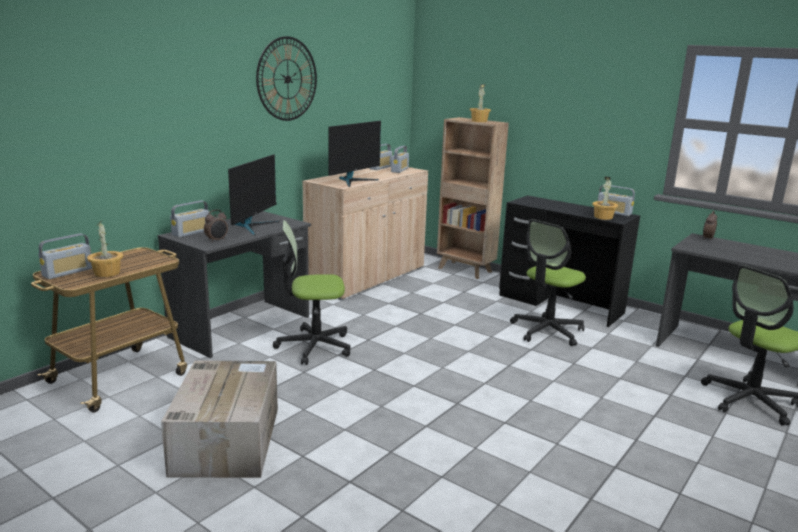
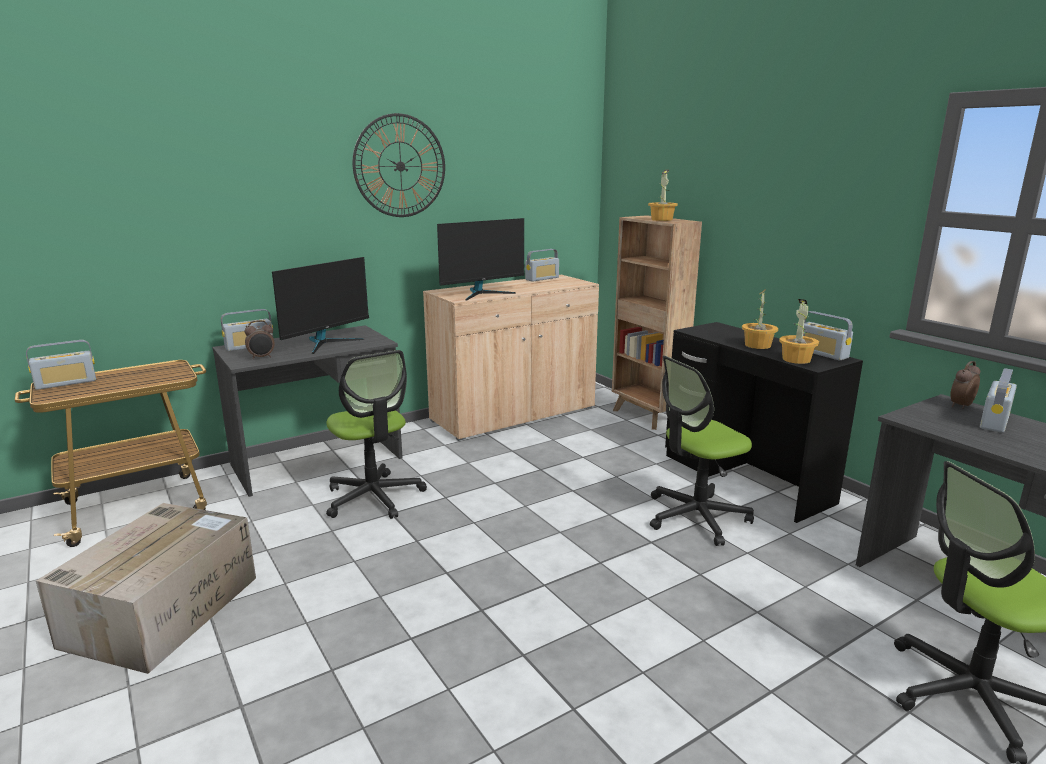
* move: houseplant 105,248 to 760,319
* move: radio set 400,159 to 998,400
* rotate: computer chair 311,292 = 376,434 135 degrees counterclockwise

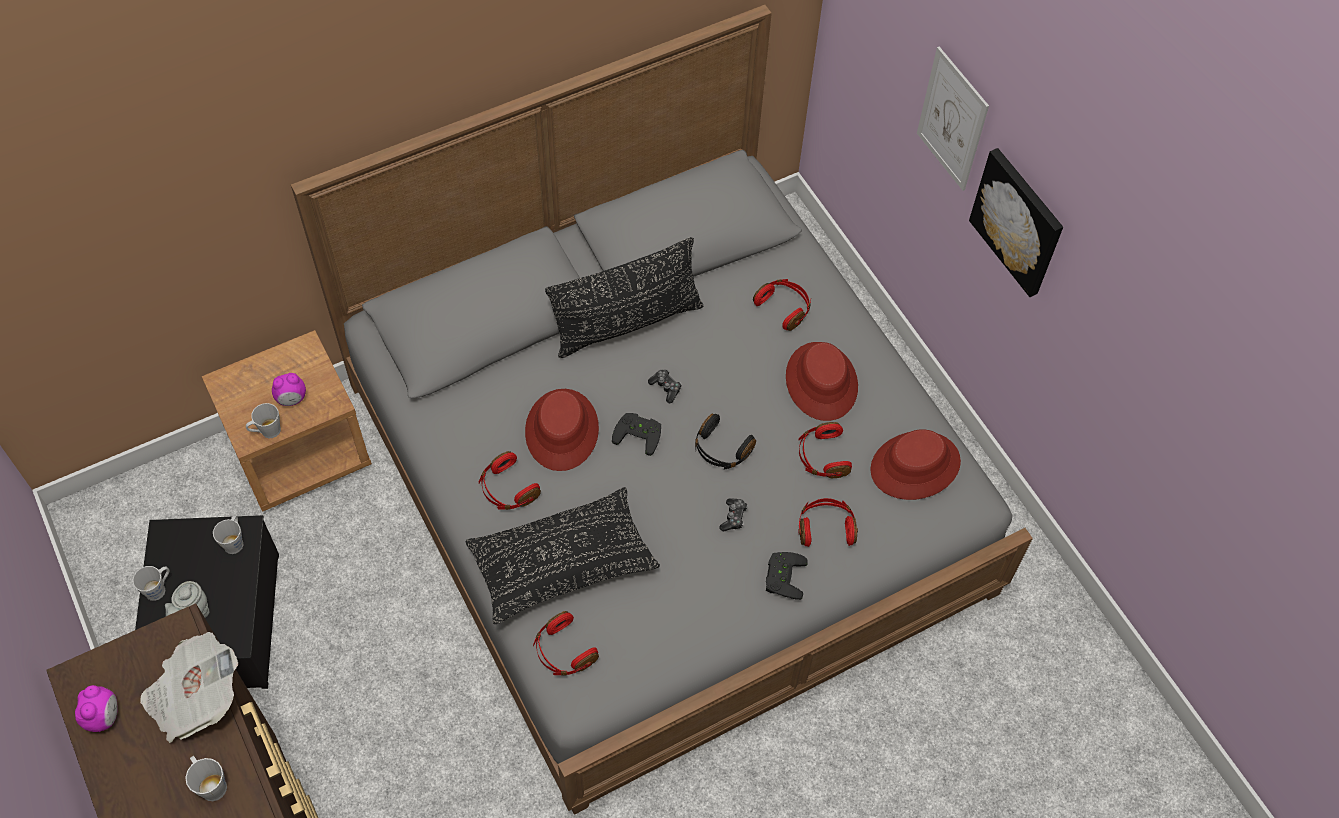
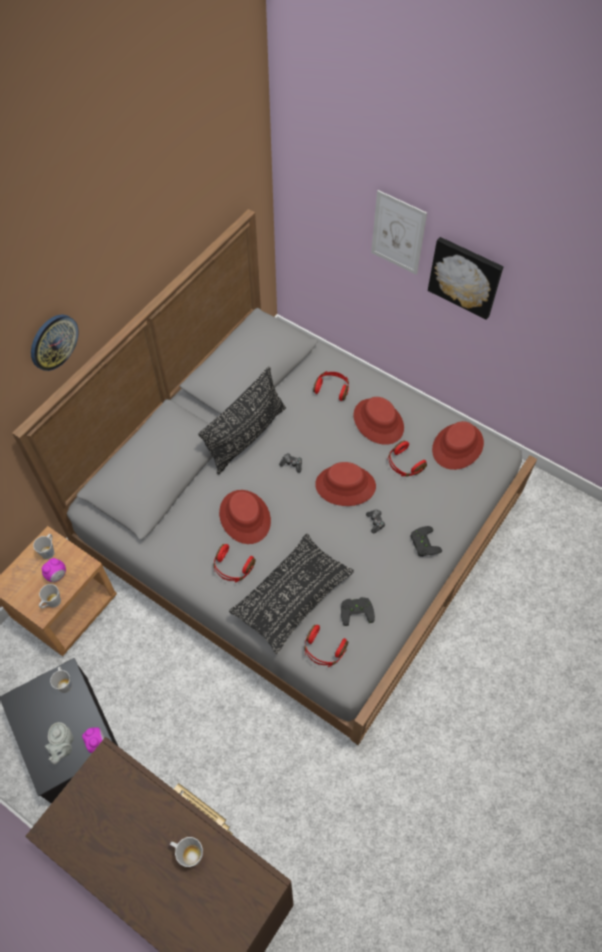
* delete: newspaper 189,687
* delete: headset/red-coloured 828,522
* insert: clock on the wall 54,342
* move: alarm clock 96,708 to 93,740
* move: mug/grey 151,583 to 44,546
* move: gamepad/blackish 636,434 to 358,611
* replace: headset/blackish 725,441 to clothing hat/red-coloured 345,484

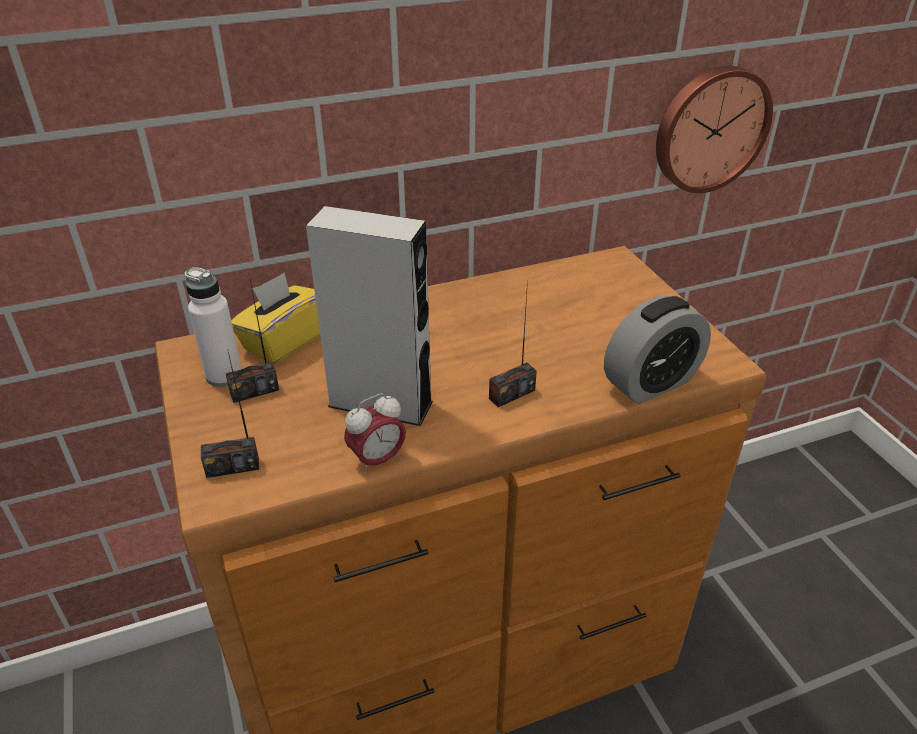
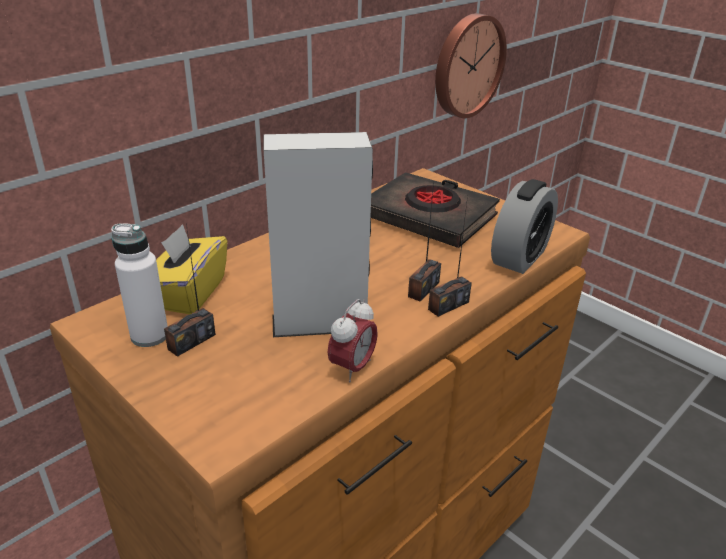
* insert: bound book/blackish 435,210
* move: radio set 230,415 to 450,256

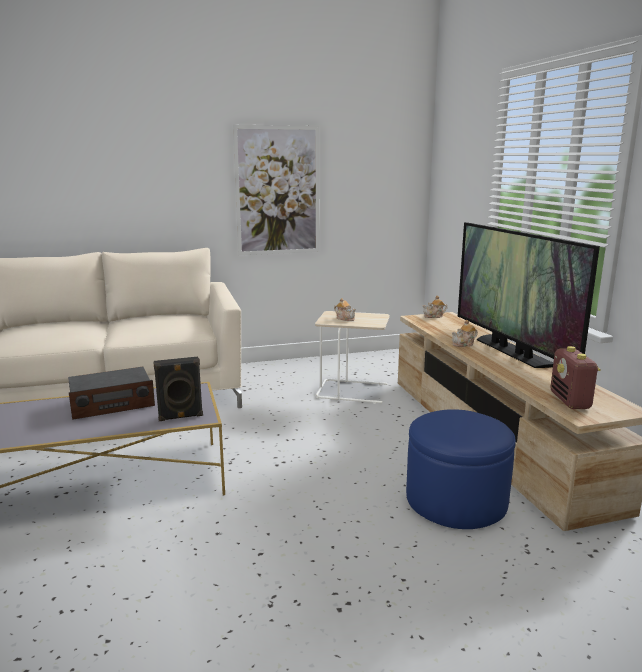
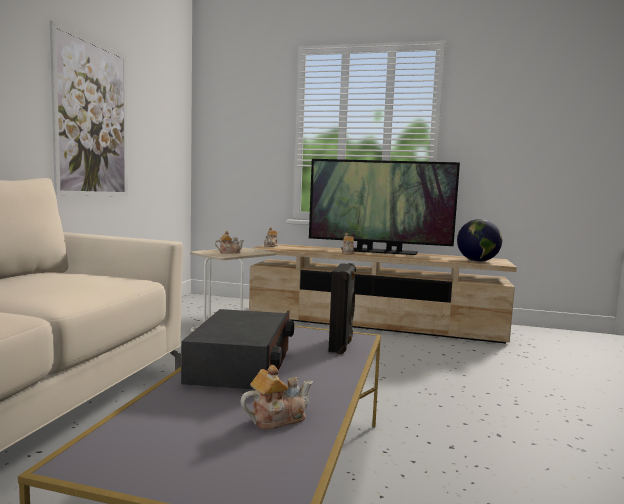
* delete: pouffe/blue 461,469
* insert: teapot 276,397
* replace: radio set 575,377 to desk globe 479,240

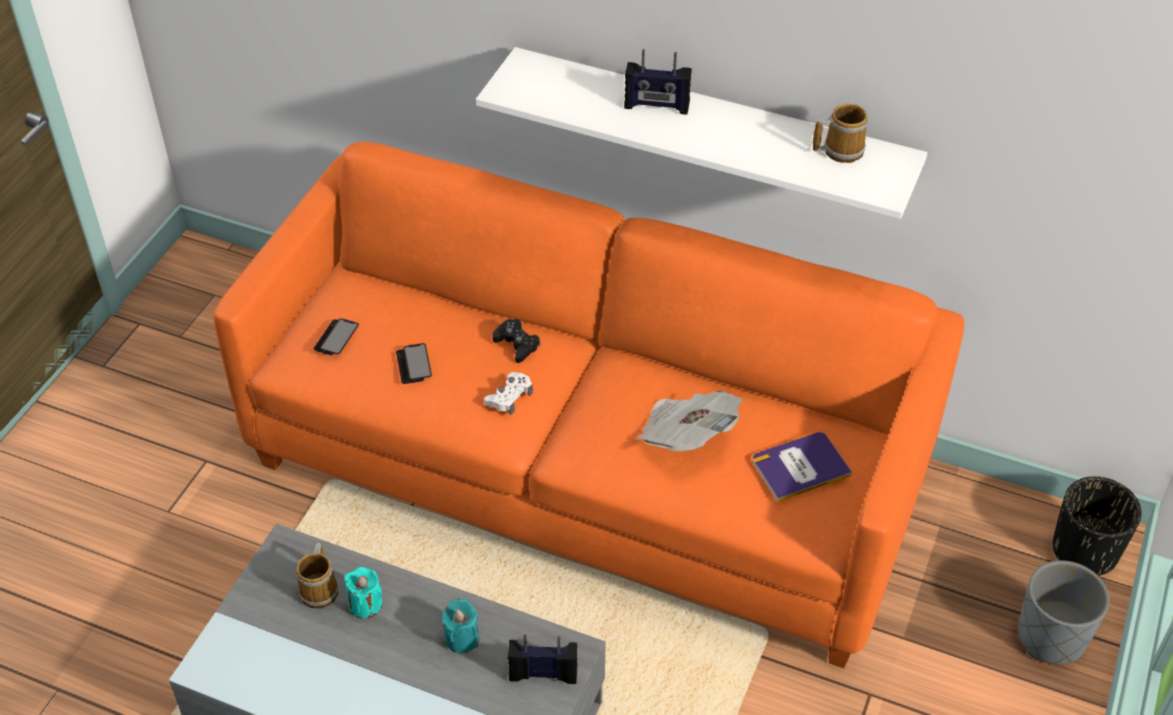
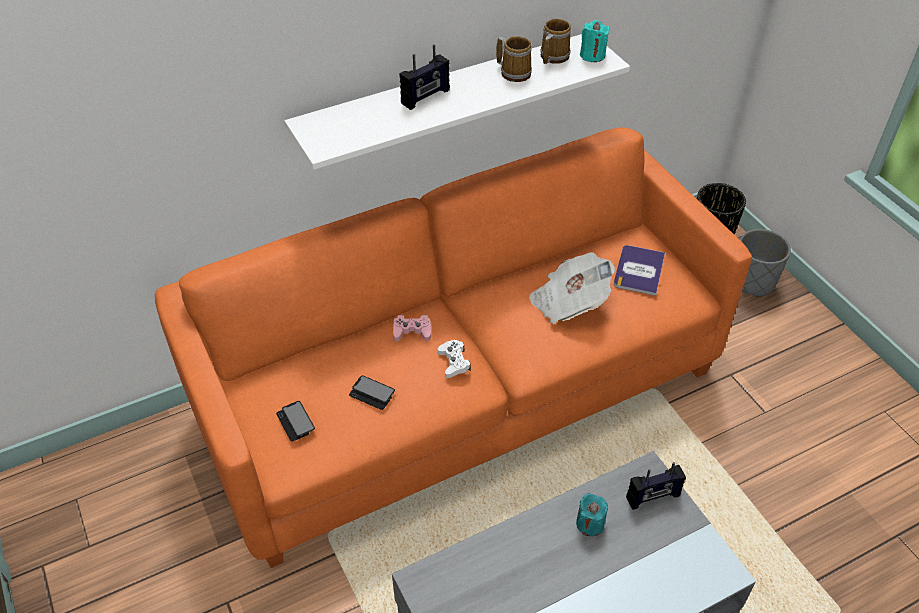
* move: mug 317,576 to 514,59
* move: wax light/turquoise 363,592 to 595,41
* recolor: gamepad/blackish 516,341 to gamepad/pink 412,328
* rotate: radio set 542,659 = 656,486 150 degrees counterclockwise

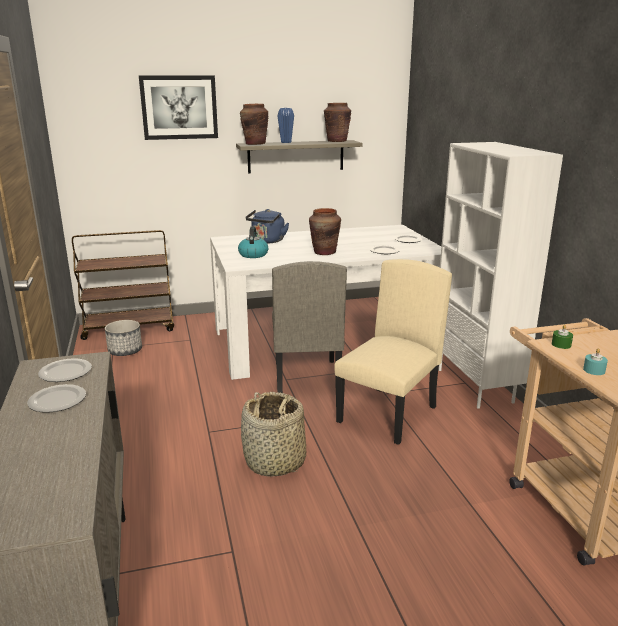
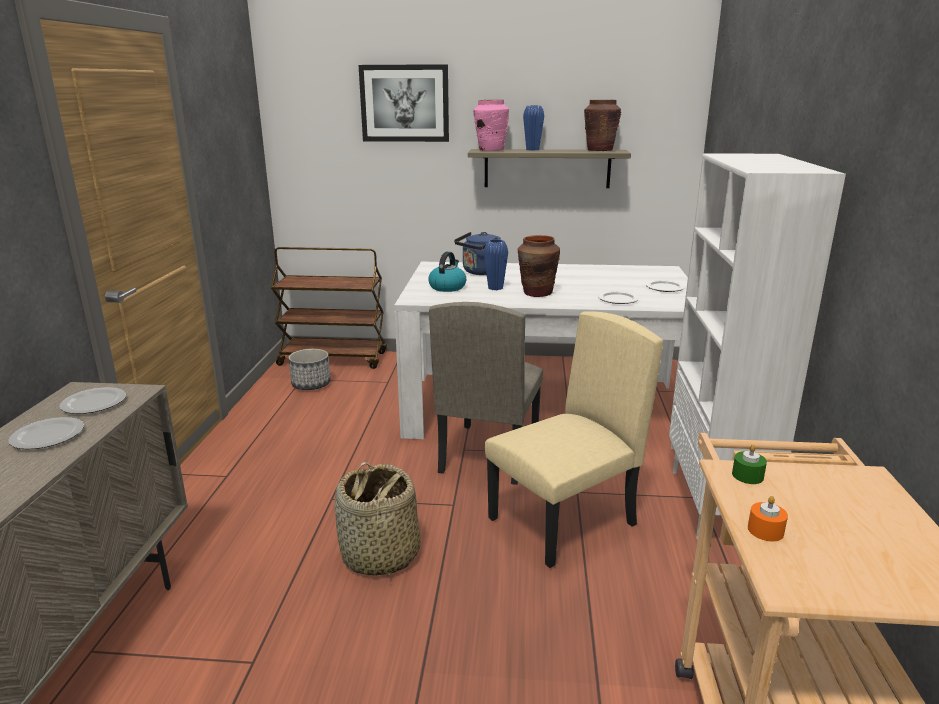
* insert: vase/blue 496,264
* recolor: vase/brownish 254,124 to vase/pink 491,125
* recolor: wax light/turquoise 595,361 to wax light/orange-coloured 768,518

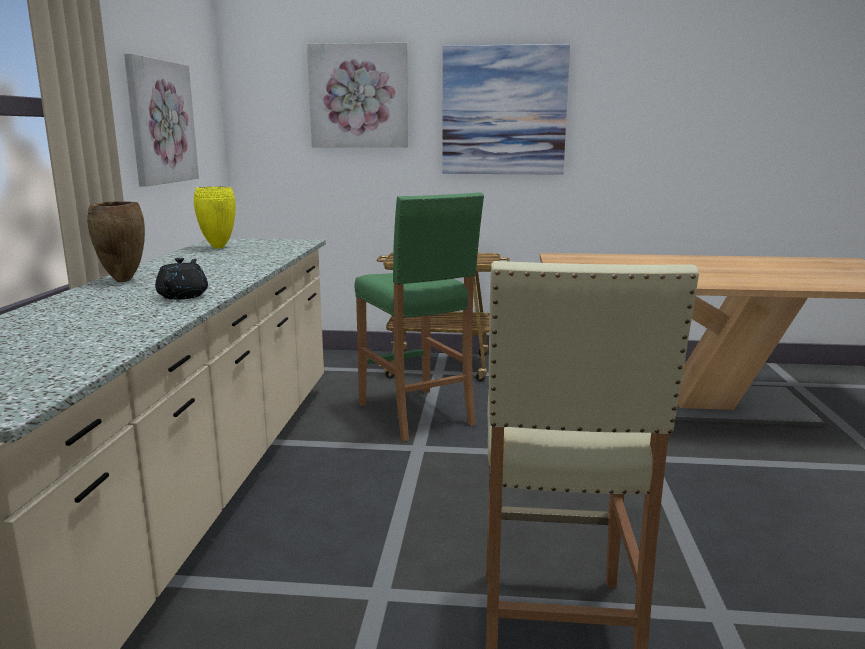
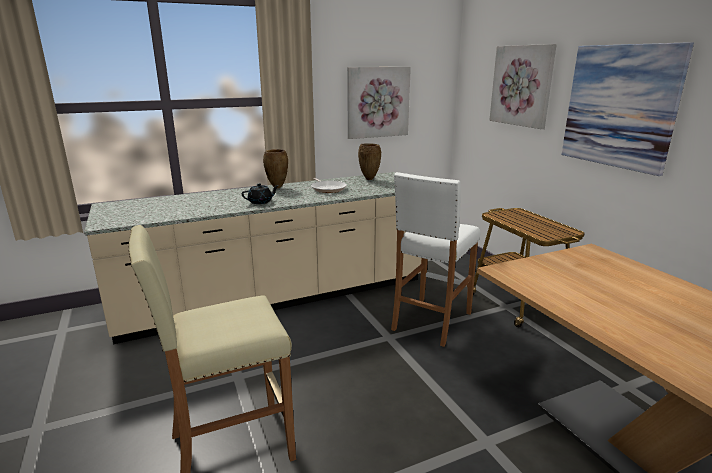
* insert: pan 329,185
* recolor: vase/yellow 215,218 to vase/brownish 369,161
* recolor: stool seat/greenish 419,316 to stool seat/white 435,259

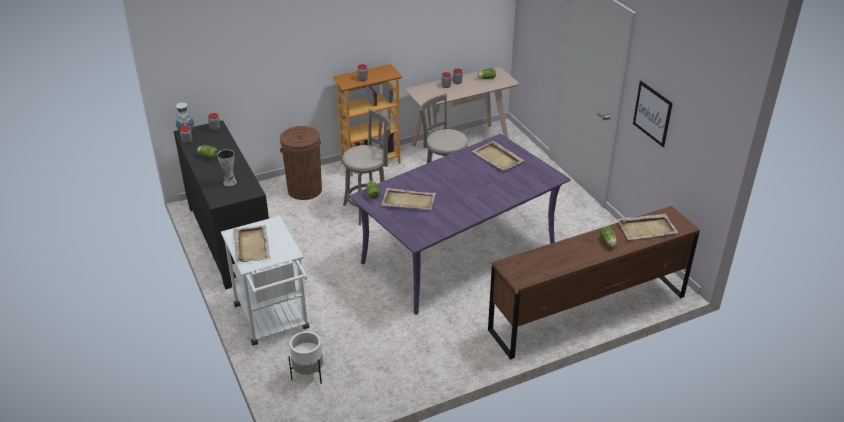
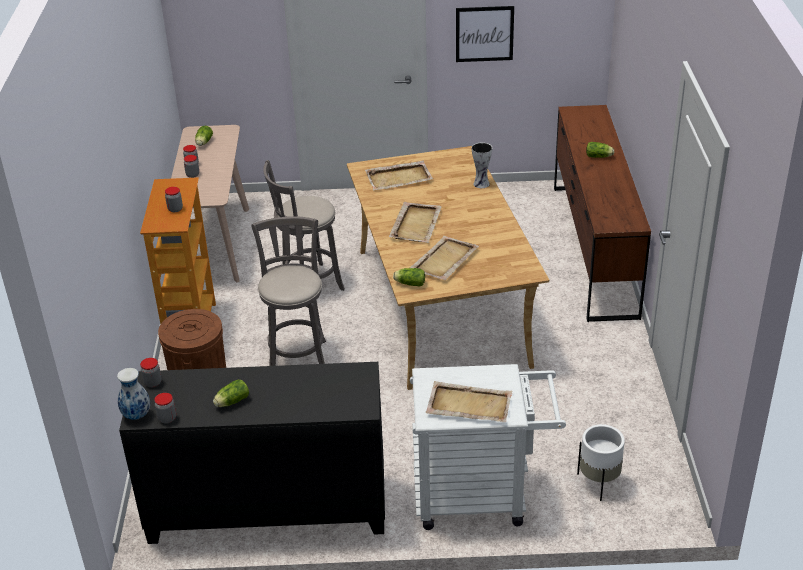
* move: vase 227,167 to 482,165
* move: tray/beige 647,227 to 415,222
* recolor: dining table/purple 460,224 to dining table/beige 448,268

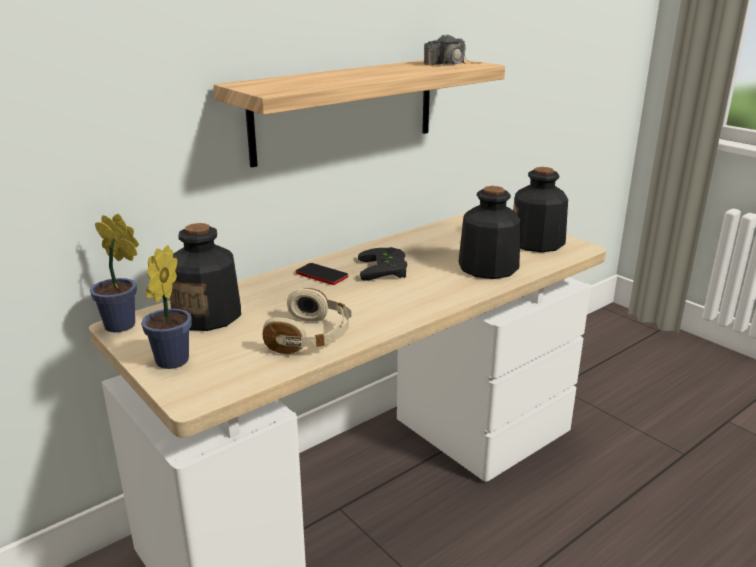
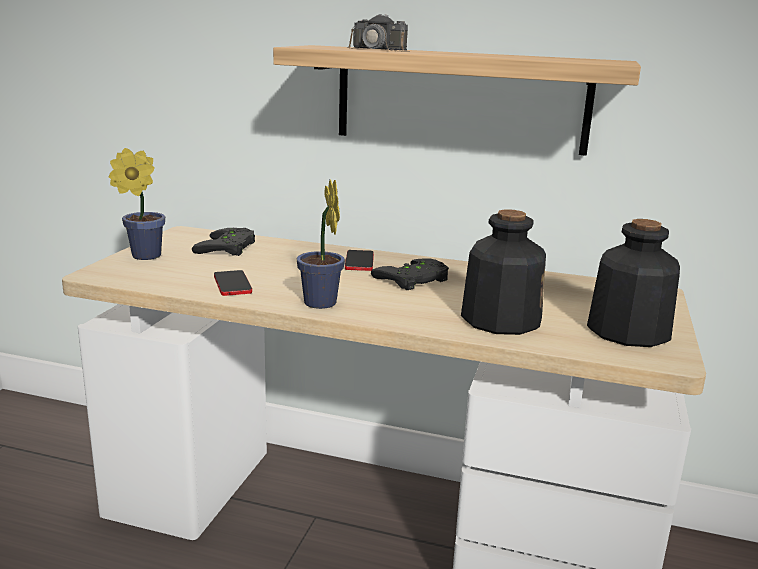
* move: houseplant 114,273 to 321,244
* move: still camera 452,50 to 378,33
* replace: drink bottle 205,277 to gamepad/blackish 223,242
* replace: headset/beige 307,321 to handset 233,283

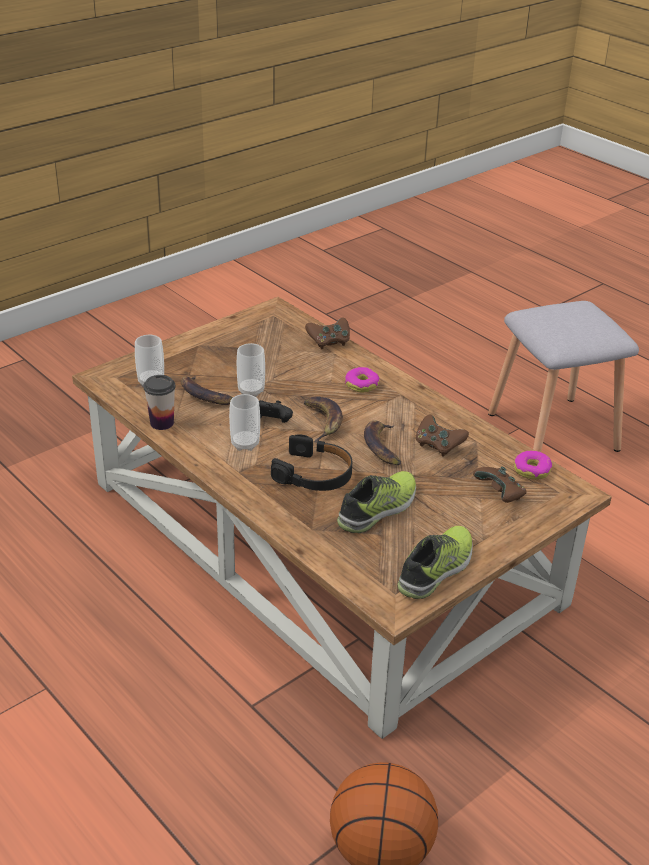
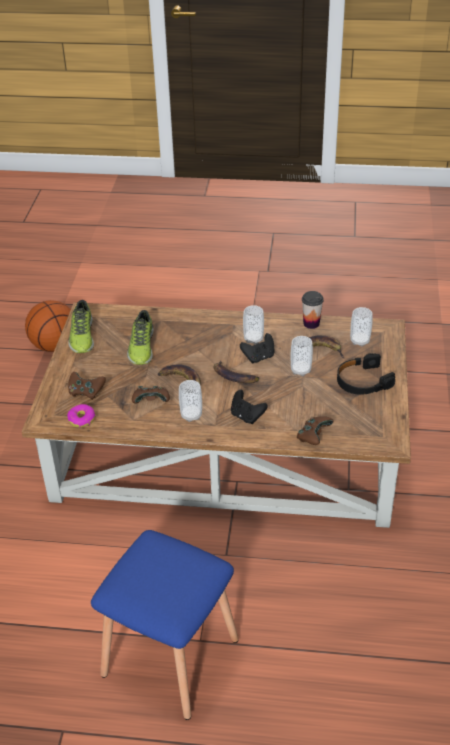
* insert: small cup 190,401
* move: headset/blackish 311,462 to 366,374
* replace: ring doughnut 362,379 to gamepad/blackish 249,407
* recolor: stool seat/grey 563,376 to stool seat/blue 165,625

